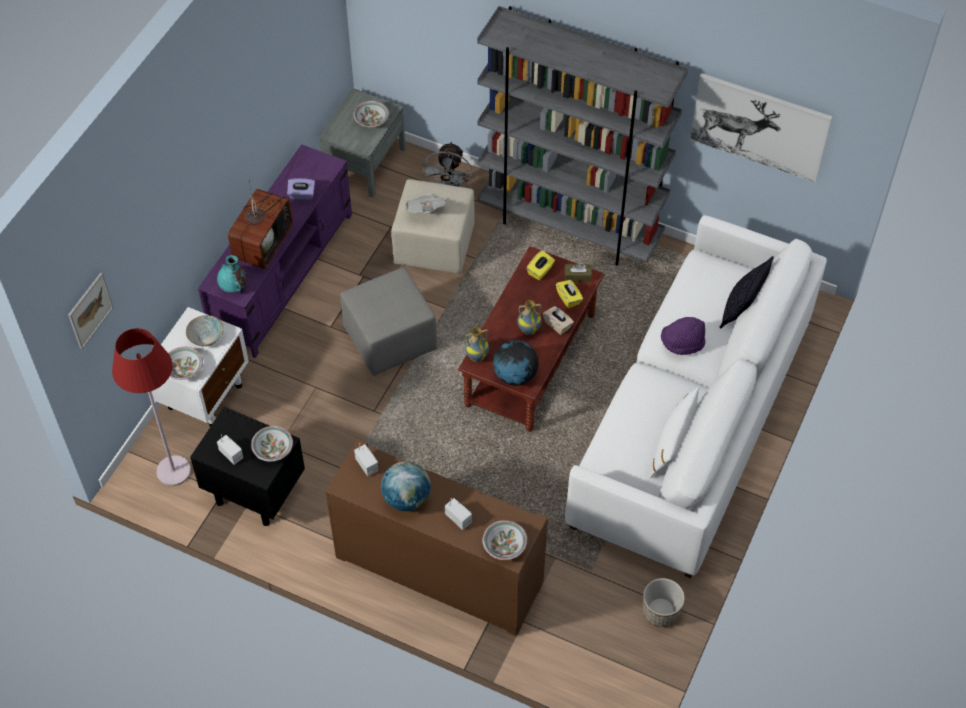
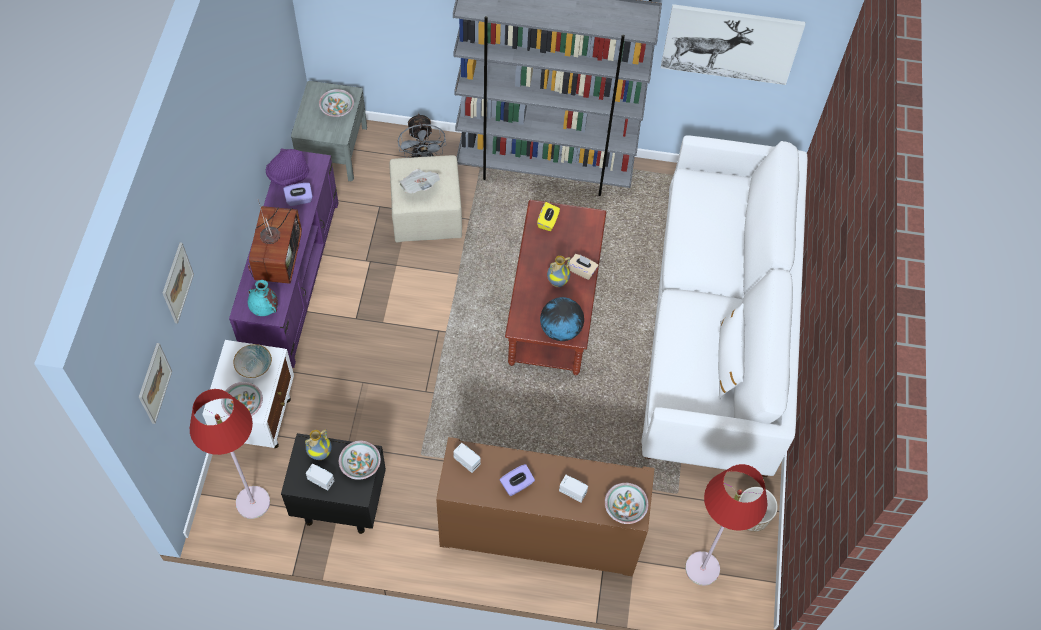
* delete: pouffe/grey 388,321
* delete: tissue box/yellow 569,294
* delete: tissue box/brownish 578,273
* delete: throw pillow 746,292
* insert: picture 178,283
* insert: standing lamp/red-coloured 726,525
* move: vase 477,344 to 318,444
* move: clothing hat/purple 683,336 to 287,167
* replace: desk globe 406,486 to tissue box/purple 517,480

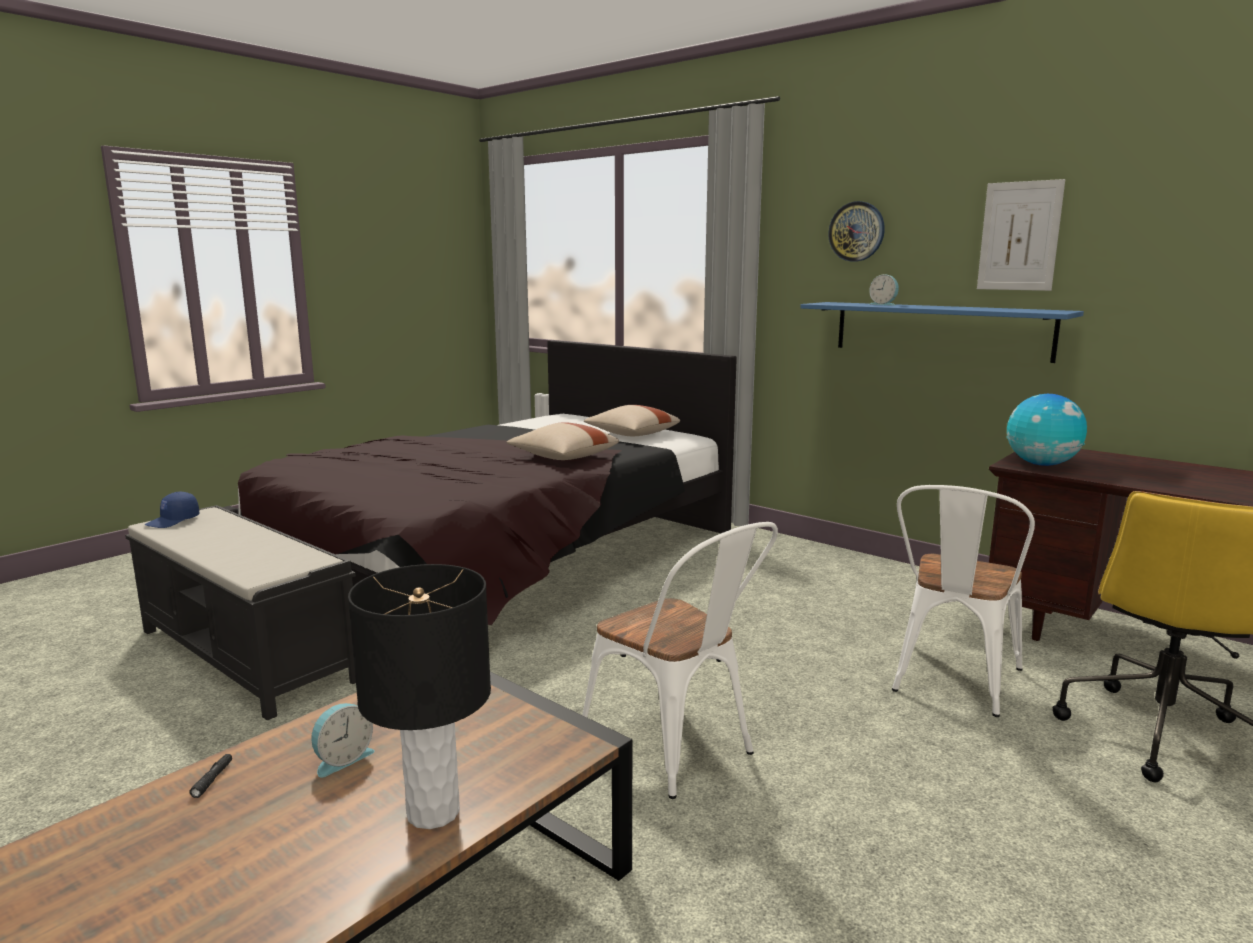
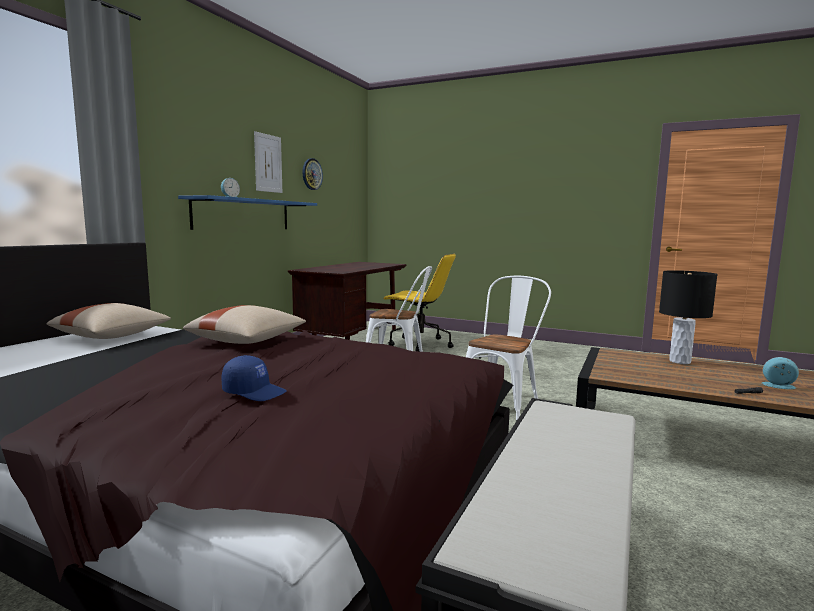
* delete: desk globe 1046,430
* move: cap/blue 172,510 to 254,378
* move: alarm clock 343,740 to 780,373
* move: clock on the wall 856,231 to 312,174

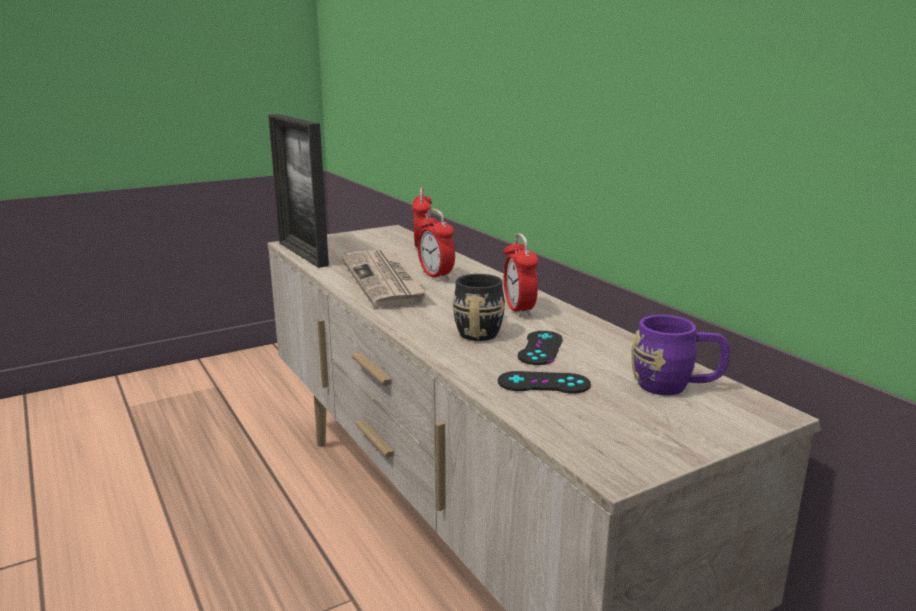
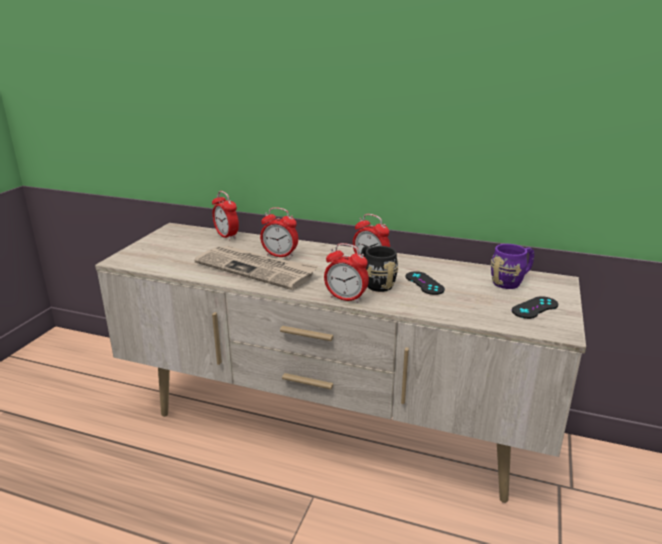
* delete: photo frame 298,191
* insert: alarm clock 346,273
* move: gamepad/blackish 544,382 to 535,307

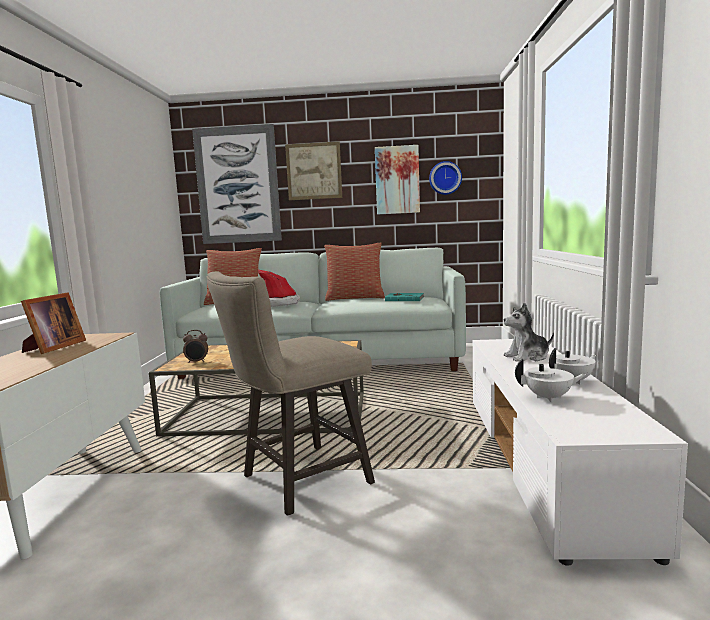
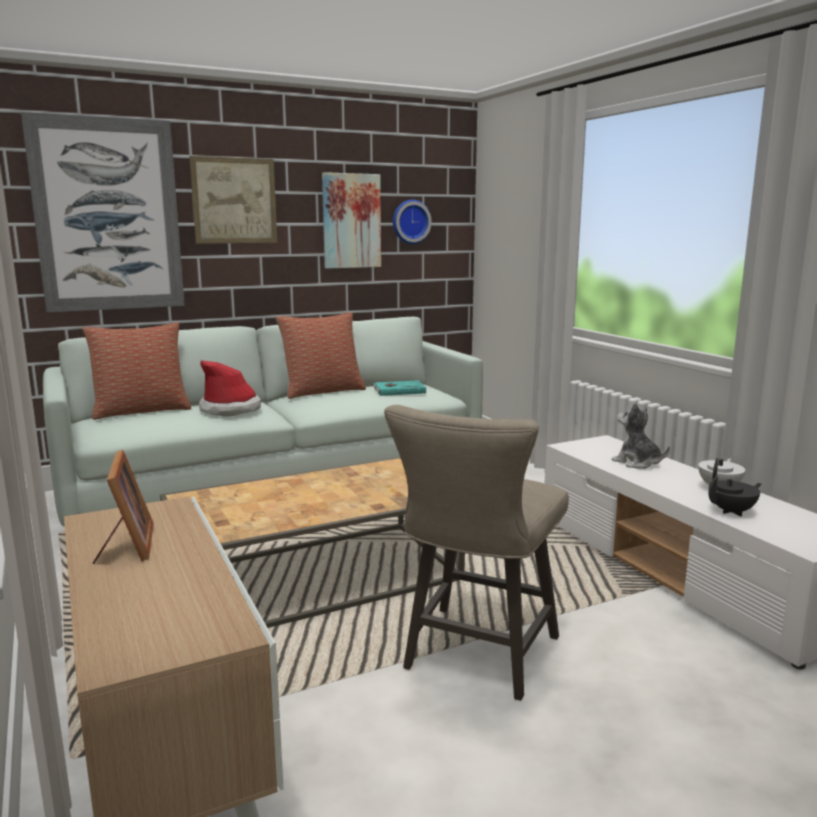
* delete: alarm clock 195,346
* recolor: teapot/white 551,380 to teapot/blackish 735,496
* rotate: cuddly toy 528,332 = 641,436 90 degrees clockwise

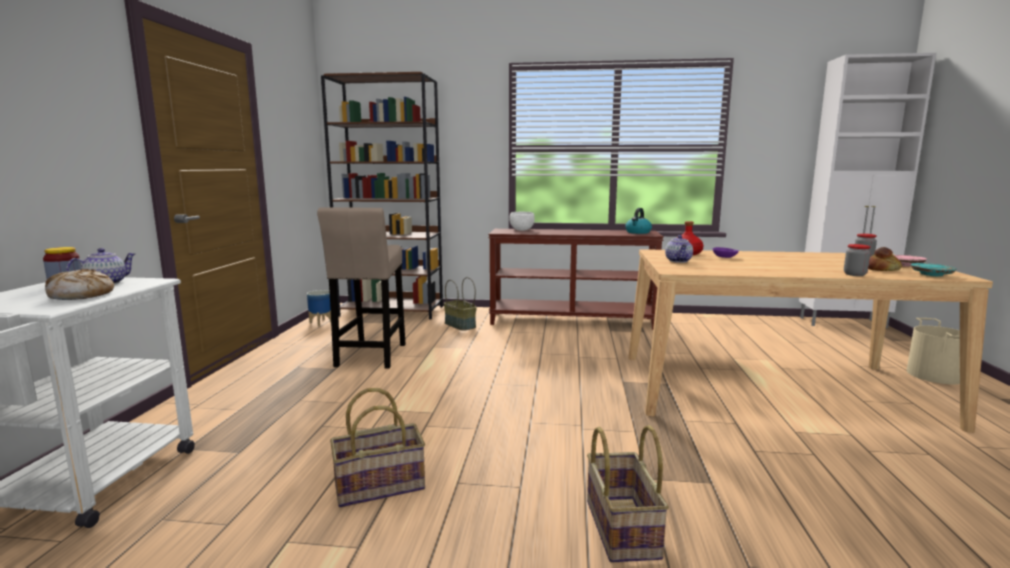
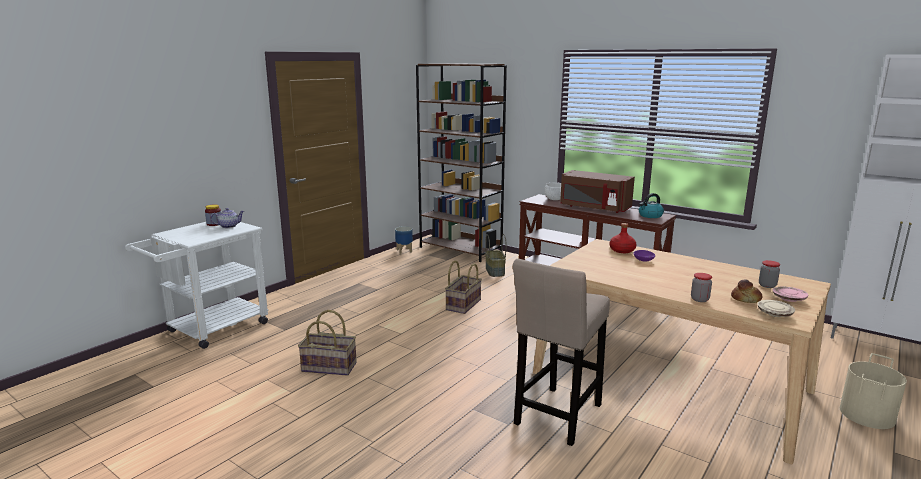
* delete: baked bread 79,284
* delete: teapot 679,249
* insert: microwave/brownish 597,191
* move: stool seat/beige 361,288 to 561,352
* move: storage basket 628,493 to 463,287
* recolor: dinner plate/turquoise 933,270 to dinner plate/beige 776,308

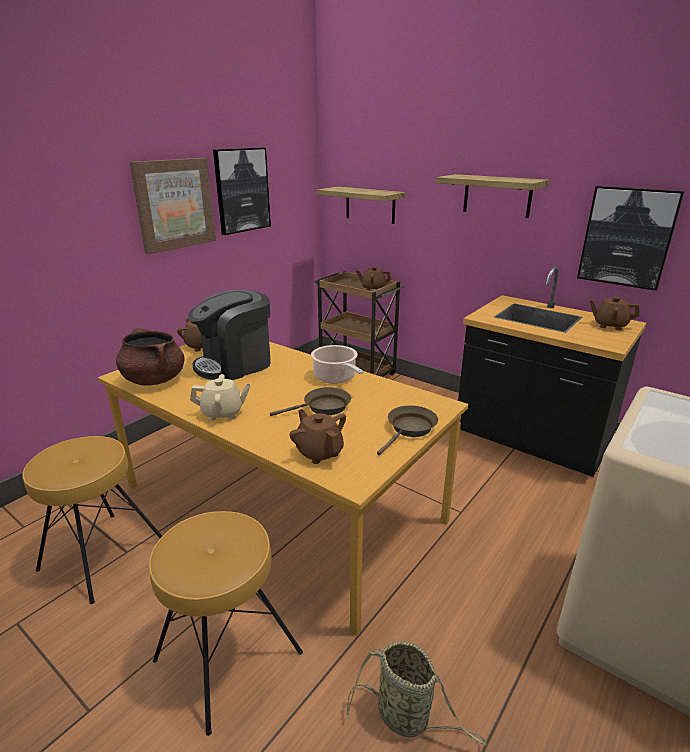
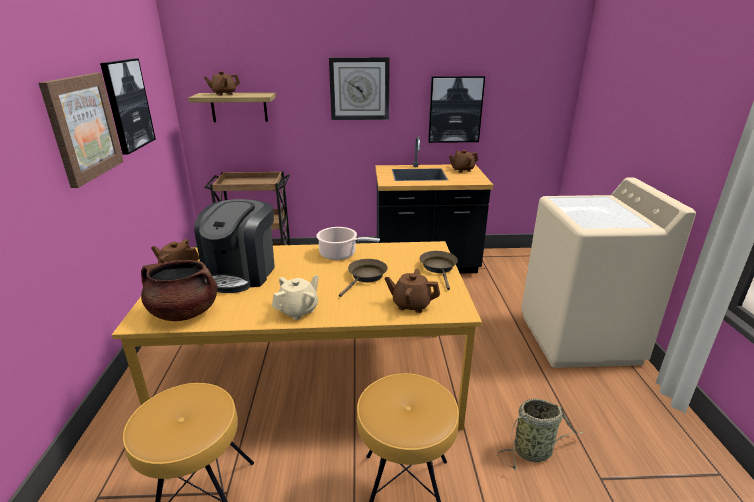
* move: teapot/brownish 373,279 to 222,83
* replace: shelf 492,196 to clock on the wall 359,88

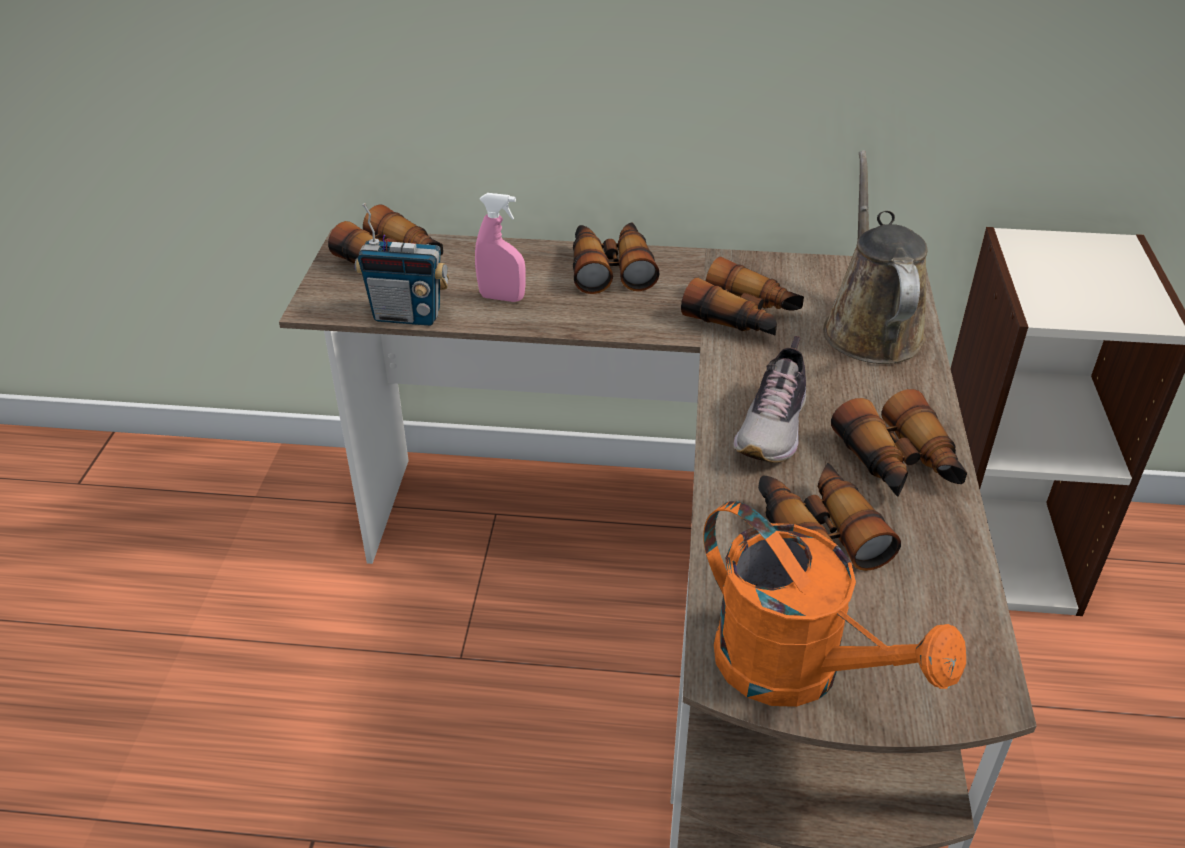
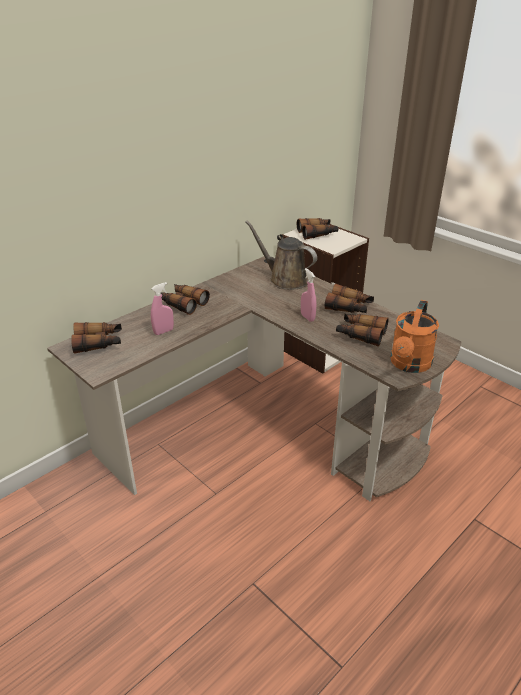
* delete: radio set 402,264
* move: field glasses 742,296 to 317,229
* replace: item of footwear 769,399 to hand sprayer/pink 308,295
* rotate: sprinkling can/orange-coloured 834,604 = 414,336 120 degrees clockwise

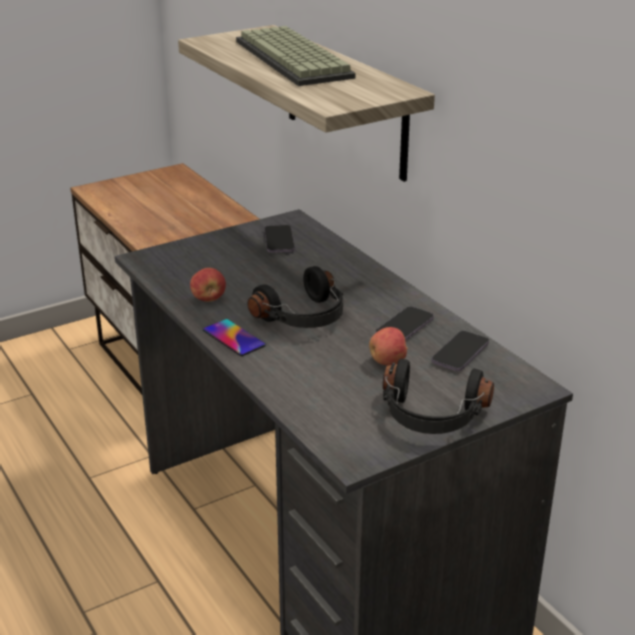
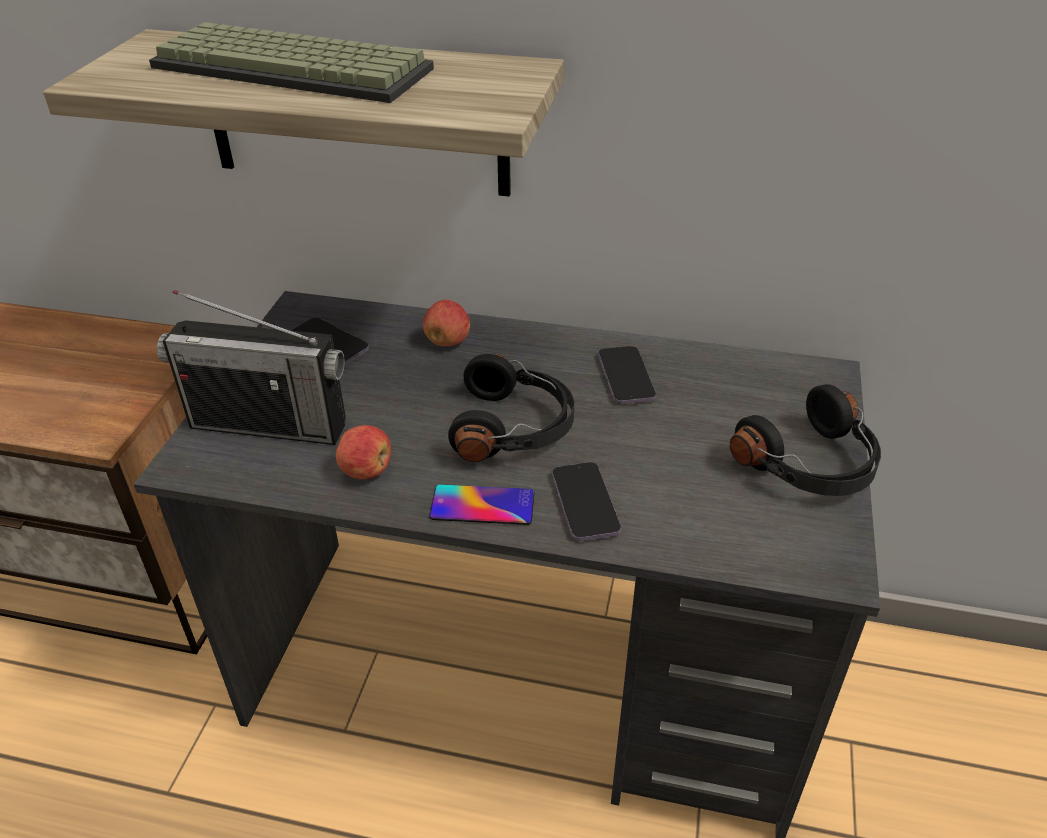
* insert: radio set 251,367
* move: whole apple 388,346 to 446,323
* move: handset 460,351 to 586,501

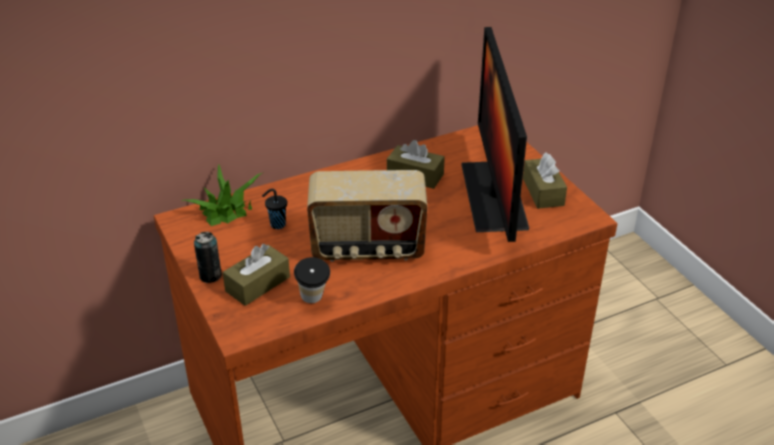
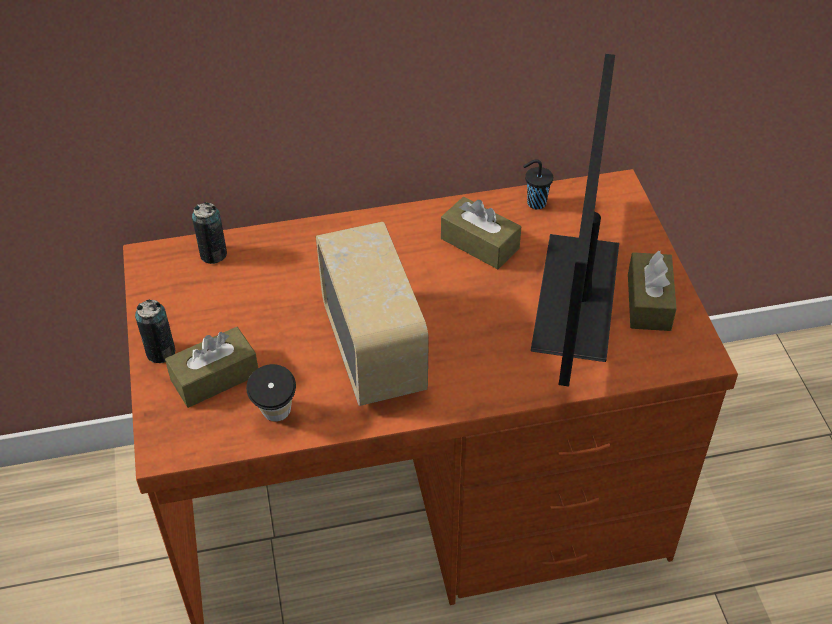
* move: small cup/blackish 274,209 to 538,184
* replace: houseplant 221,195 to sealed can 209,233
* rotate: radio set 367,216 = 372,314 120 degrees counterclockwise

